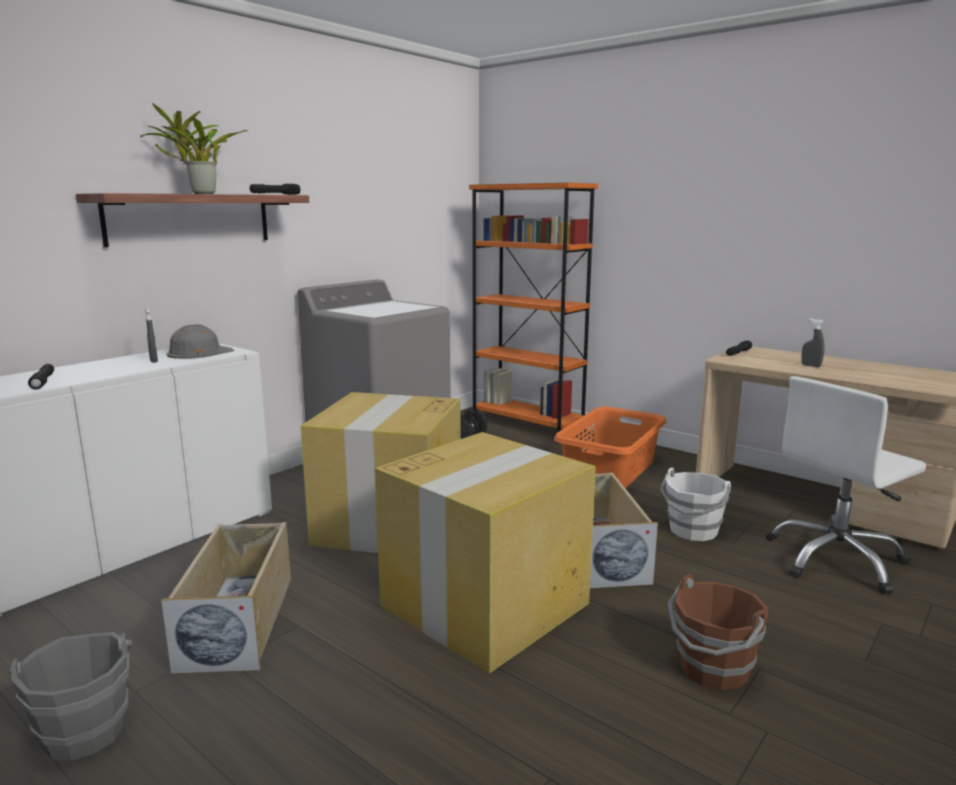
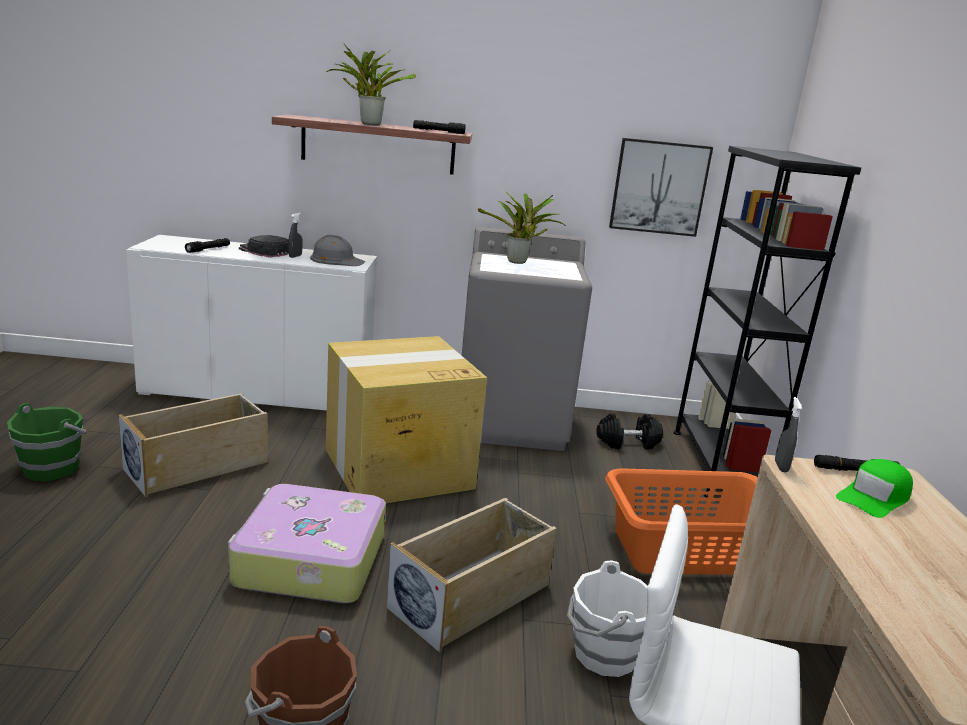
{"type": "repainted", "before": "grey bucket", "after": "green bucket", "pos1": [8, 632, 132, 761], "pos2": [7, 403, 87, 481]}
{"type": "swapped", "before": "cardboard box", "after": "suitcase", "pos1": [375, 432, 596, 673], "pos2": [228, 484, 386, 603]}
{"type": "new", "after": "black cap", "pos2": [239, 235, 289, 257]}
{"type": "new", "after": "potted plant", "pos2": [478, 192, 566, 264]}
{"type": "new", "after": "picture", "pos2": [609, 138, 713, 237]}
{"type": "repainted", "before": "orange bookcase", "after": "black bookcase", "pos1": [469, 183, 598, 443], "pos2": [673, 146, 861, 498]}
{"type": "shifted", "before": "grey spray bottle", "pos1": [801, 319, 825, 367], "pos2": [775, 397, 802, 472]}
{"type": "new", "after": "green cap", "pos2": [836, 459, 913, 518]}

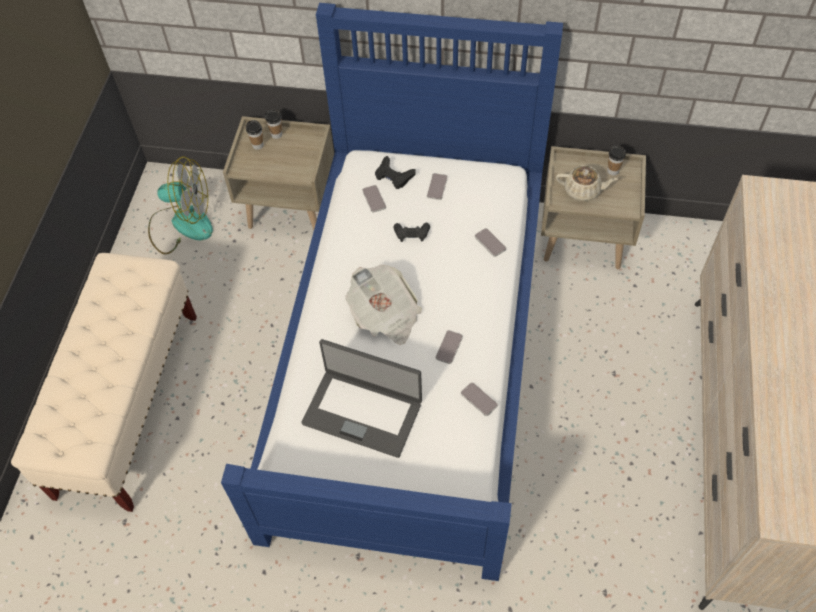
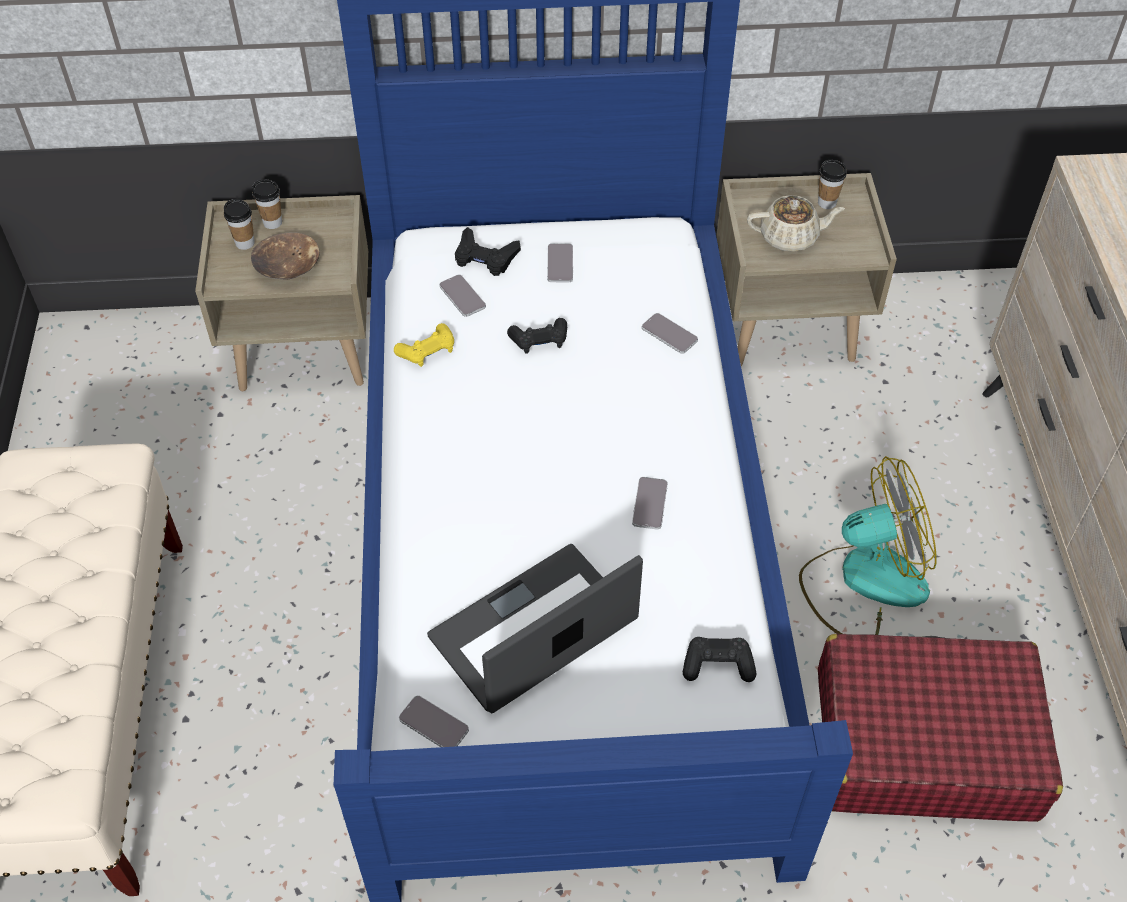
{"type": "new", "after": "brown bowl", "pos2": [251, 232, 320, 280]}
{"type": "new", "after": "yellow game controller", "pos2": [394, 323, 454, 367]}
{"type": "shifted", "before": "phone", "pos1": [461, 382, 498, 416], "pos2": [399, 695, 469, 747]}
{"type": "rotated", "before": "laptop", "pos1": [301, 339, 422, 458], "pos2": [427, 544, 643, 713], "turn": 135}
{"type": "new", "after": "black game controller", "pos2": [683, 637, 756, 682]}
{"type": "shifted", "before": "fan", "pos1": [148, 156, 213, 254], "pos2": [799, 456, 937, 635]}
{"type": "new", "after": "red suitcase", "pos2": [818, 634, 1063, 822]}
{"type": "gone", "before": "newspaper", "pos1": [345, 265, 422, 345]}

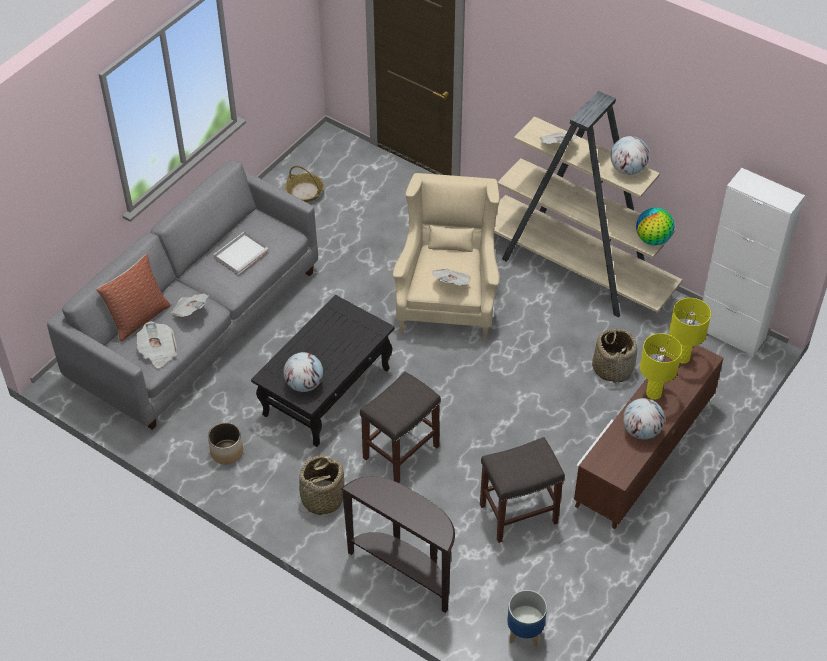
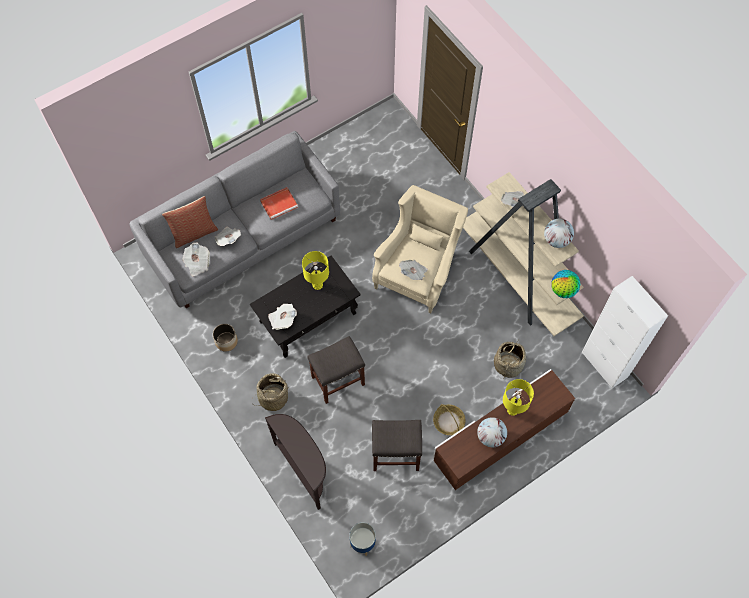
{"type": "repainted", "before": "white tray", "after": "red tray", "pos1": [213, 232, 269, 275], "pos2": [260, 187, 298, 220]}
{"type": "swapped", "before": "globe", "after": "newspaper", "pos1": [283, 352, 323, 392], "pos2": [268, 304, 297, 330]}
{"type": "shifted", "before": "yellow table lamp", "pos1": [669, 298, 711, 364], "pos2": [302, 251, 329, 290]}
{"type": "shifted", "before": "basket", "pos1": [285, 166, 324, 202], "pos2": [433, 404, 466, 435]}

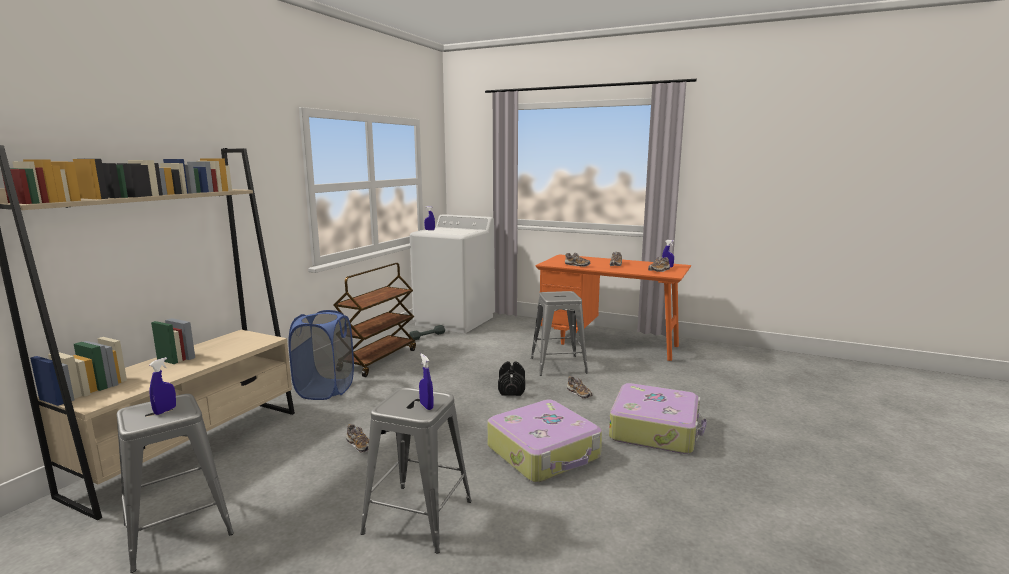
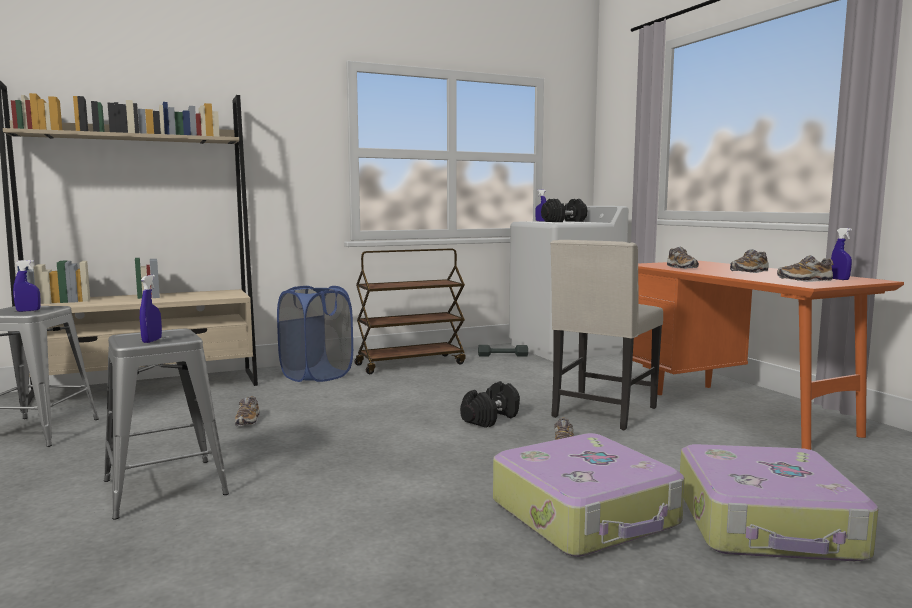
{"type": "new", "after": "black dumbbell", "pos2": [541, 199, 587, 222]}
{"type": "swapped", "before": "grey stool", "after": "beige chair", "pos1": [531, 291, 588, 376], "pos2": [550, 240, 663, 430]}
{"type": "shifted", "before": "suitcase", "pos1": [487, 400, 602, 482], "pos2": [680, 444, 879, 561]}

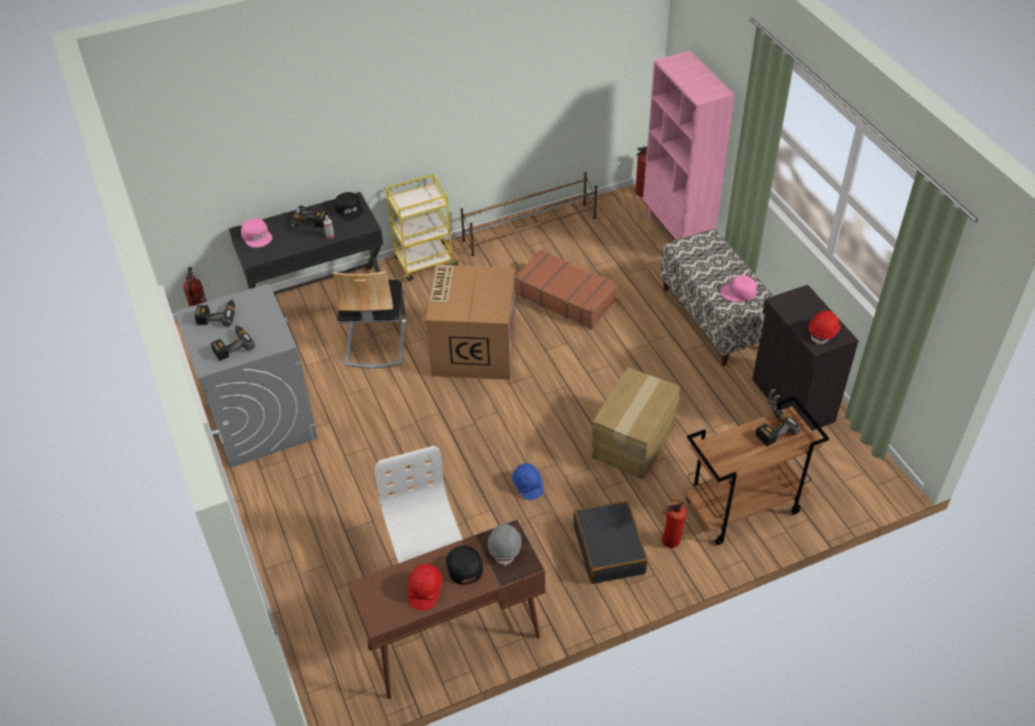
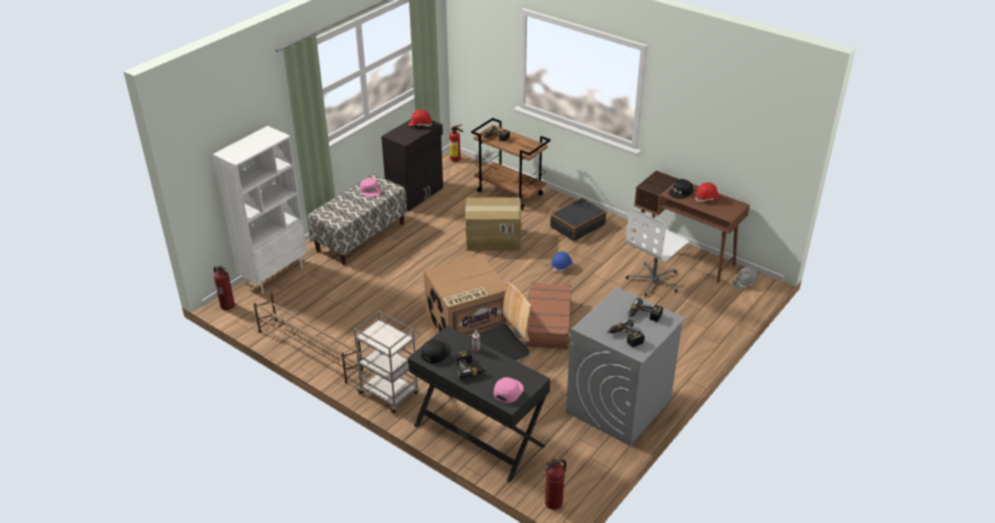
{"type": "repainted", "before": "pink bookcase", "after": "white bookcase", "pos1": [643, 51, 735, 240], "pos2": [212, 126, 307, 294]}
{"type": "repainted", "before": "yellow cart", "after": "grey cart", "pos1": [386, 174, 459, 281], "pos2": [354, 311, 419, 413]}
{"type": "shifted", "before": "fire extinguisher", "pos1": [662, 499, 686, 548], "pos2": [449, 124, 464, 162]}
{"type": "shifted", "before": "brown suitcase", "pos1": [515, 250, 618, 329], "pos2": [526, 283, 572, 349]}
{"type": "shifted", "before": "grey hard hat", "pos1": [488, 524, 521, 566], "pos2": [733, 267, 759, 289]}

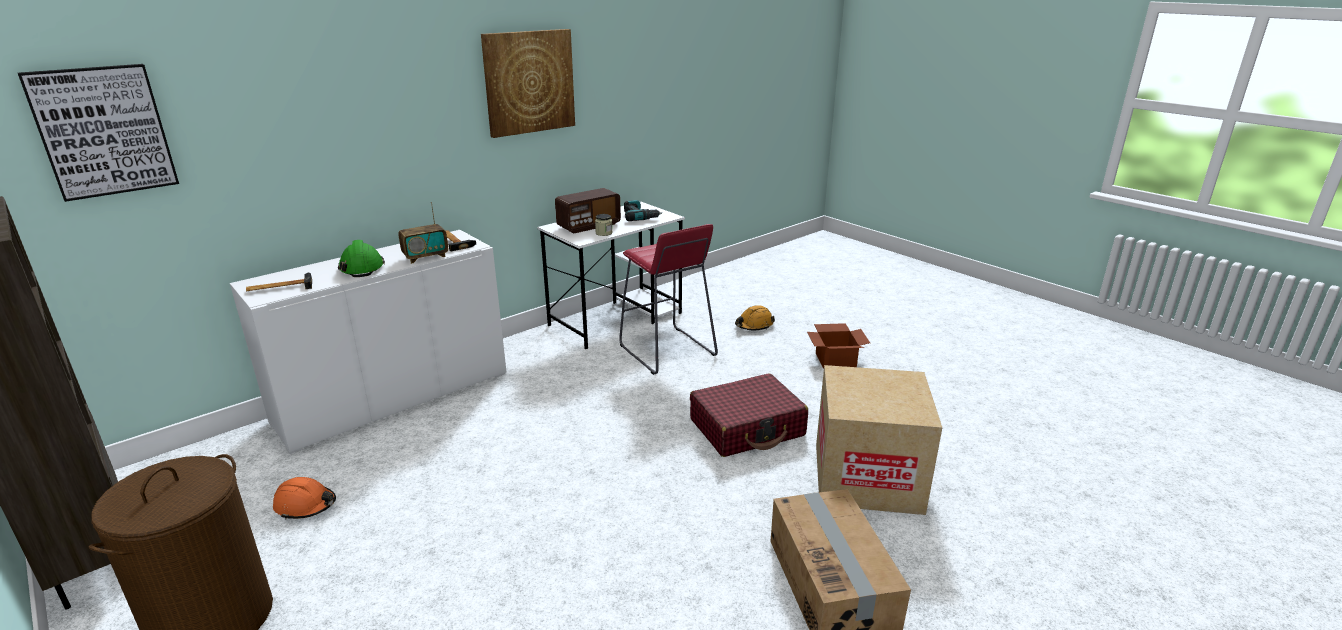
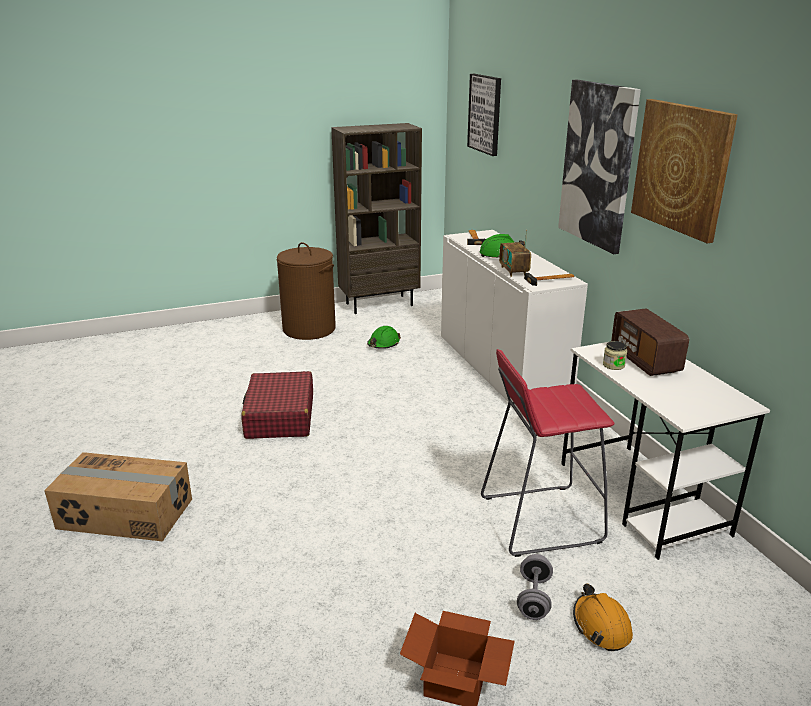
{"type": "shifted", "before": "red suitcase", "pos1": [690, 373, 808, 457], "pos2": [242, 371, 313, 439]}
{"type": "repainted", "before": "orange hard hat", "after": "green hard hat", "pos1": [273, 477, 336, 520], "pos2": [367, 326, 401, 349]}
{"type": "new", "after": "grey dumbbell", "pos2": [517, 554, 553, 620]}
{"type": "new", "after": "picture", "pos2": [558, 80, 641, 254]}
{"type": "gone", "before": "power drill", "pos1": [624, 200, 662, 221]}
{"type": "gone", "before": "cardboard box", "pos1": [816, 365, 942, 515]}

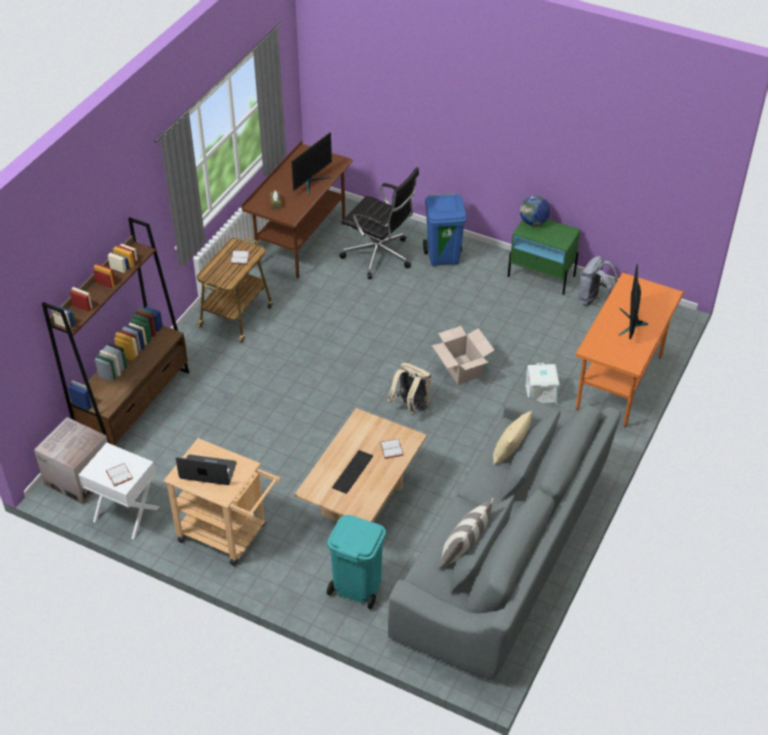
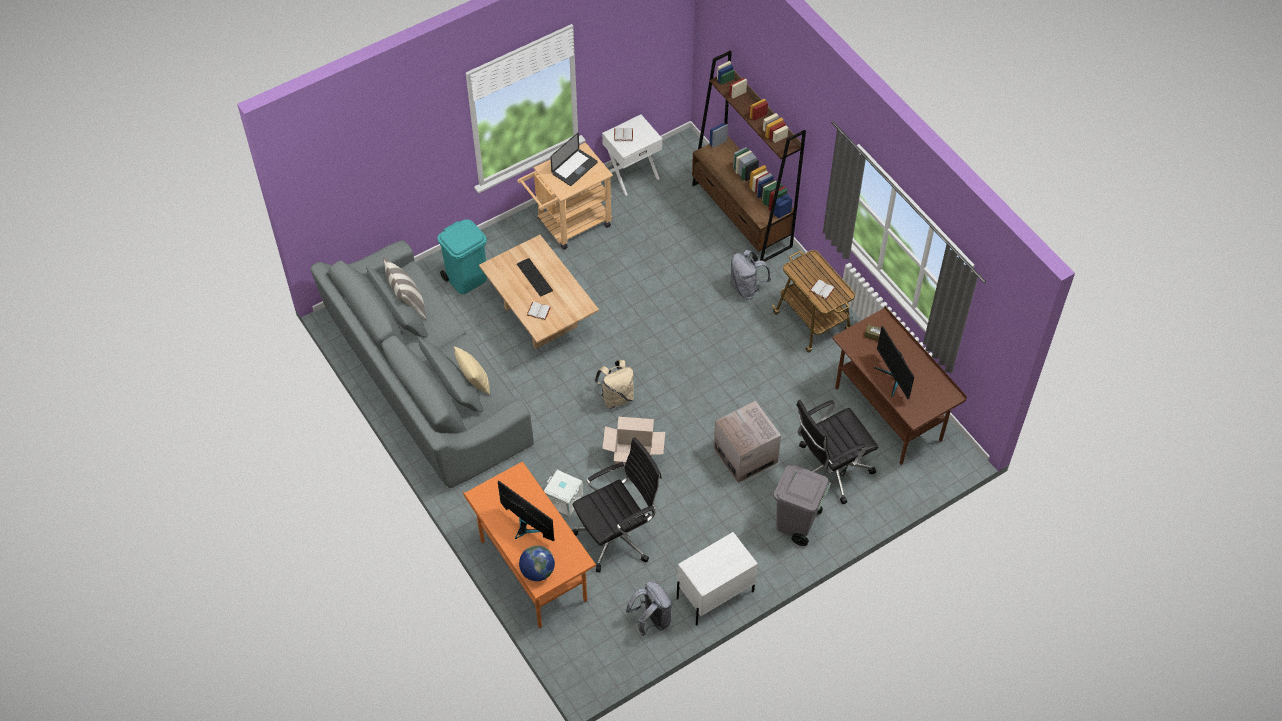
{"type": "shifted", "before": "globe", "pos1": [520, 196, 550, 226], "pos2": [519, 546, 555, 581]}
{"type": "new", "after": "black office chair", "pos2": [572, 437, 661, 572]}
{"type": "repainted", "before": "green nightstand", "after": "white nightstand", "pos1": [508, 219, 580, 295], "pos2": [677, 532, 758, 626]}
{"type": "shifted", "before": "cardboard box", "pos1": [34, 417, 108, 505], "pos2": [714, 401, 781, 483]}
{"type": "new", "after": "grey backpack", "pos2": [730, 250, 771, 299]}
{"type": "repainted", "before": "blue trash can", "after": "grey trash can", "pos1": [423, 193, 466, 266], "pos2": [773, 465, 831, 546]}

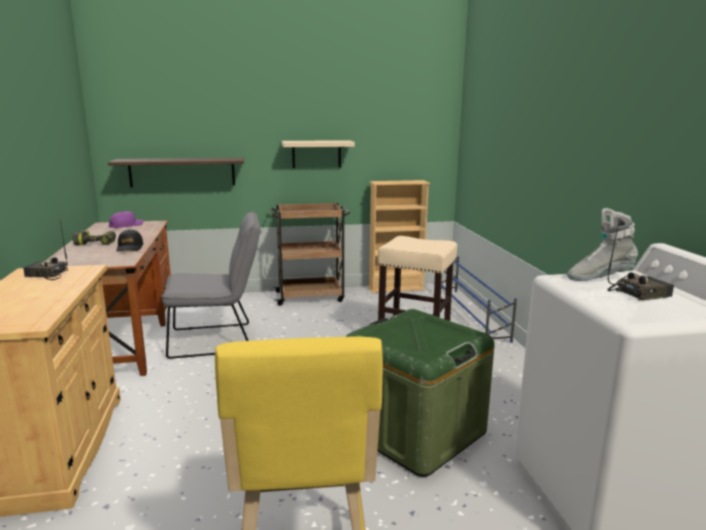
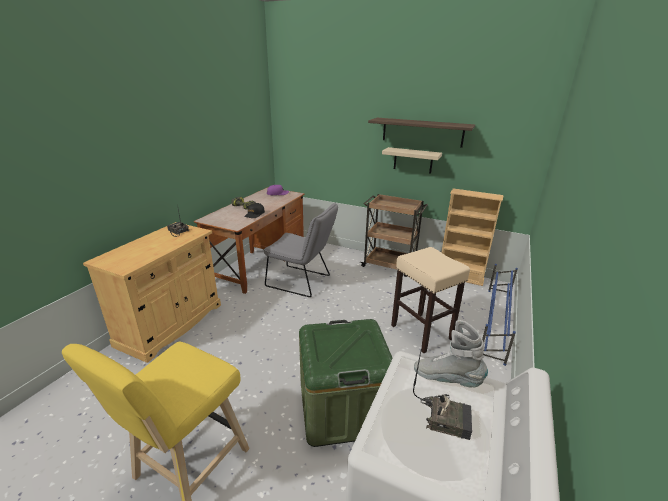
{"type": "shifted", "before": "shelf", "pos1": [108, 158, 244, 187], "pos2": [368, 118, 475, 148]}

